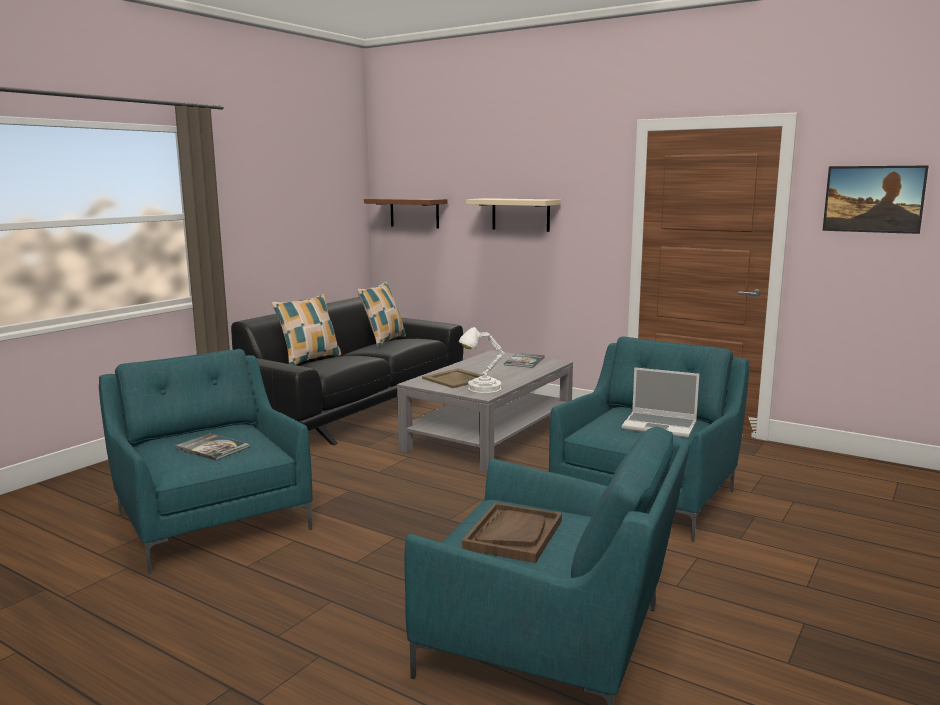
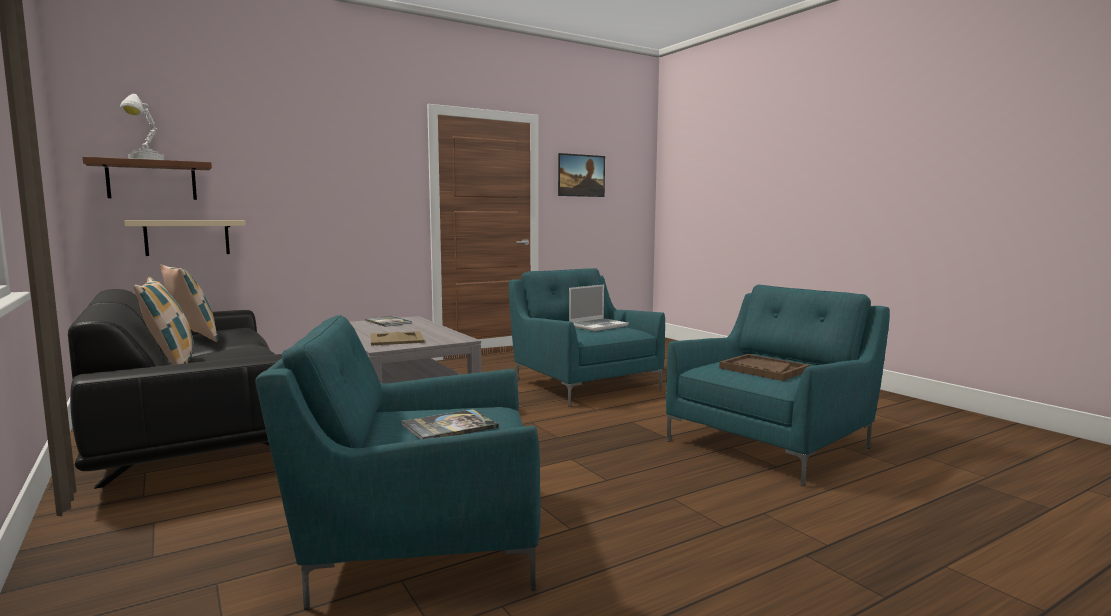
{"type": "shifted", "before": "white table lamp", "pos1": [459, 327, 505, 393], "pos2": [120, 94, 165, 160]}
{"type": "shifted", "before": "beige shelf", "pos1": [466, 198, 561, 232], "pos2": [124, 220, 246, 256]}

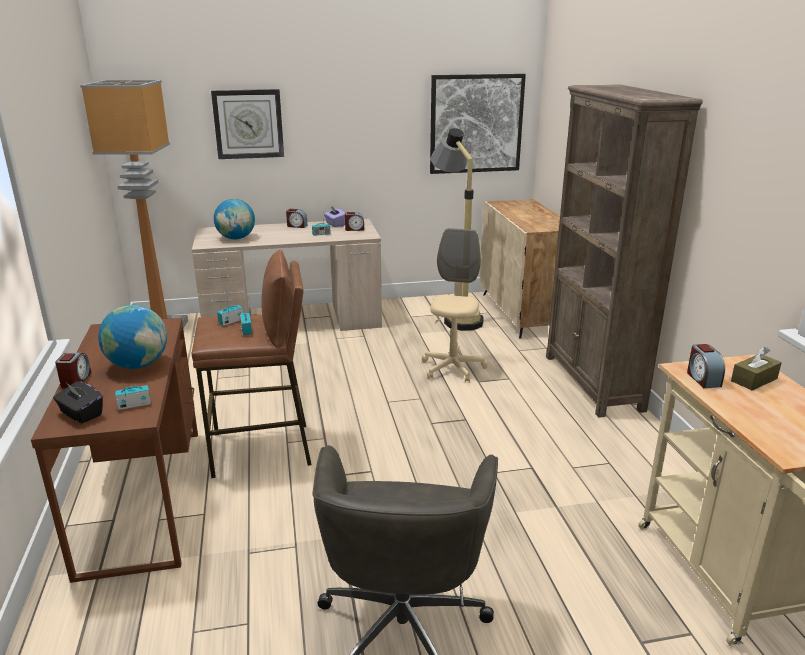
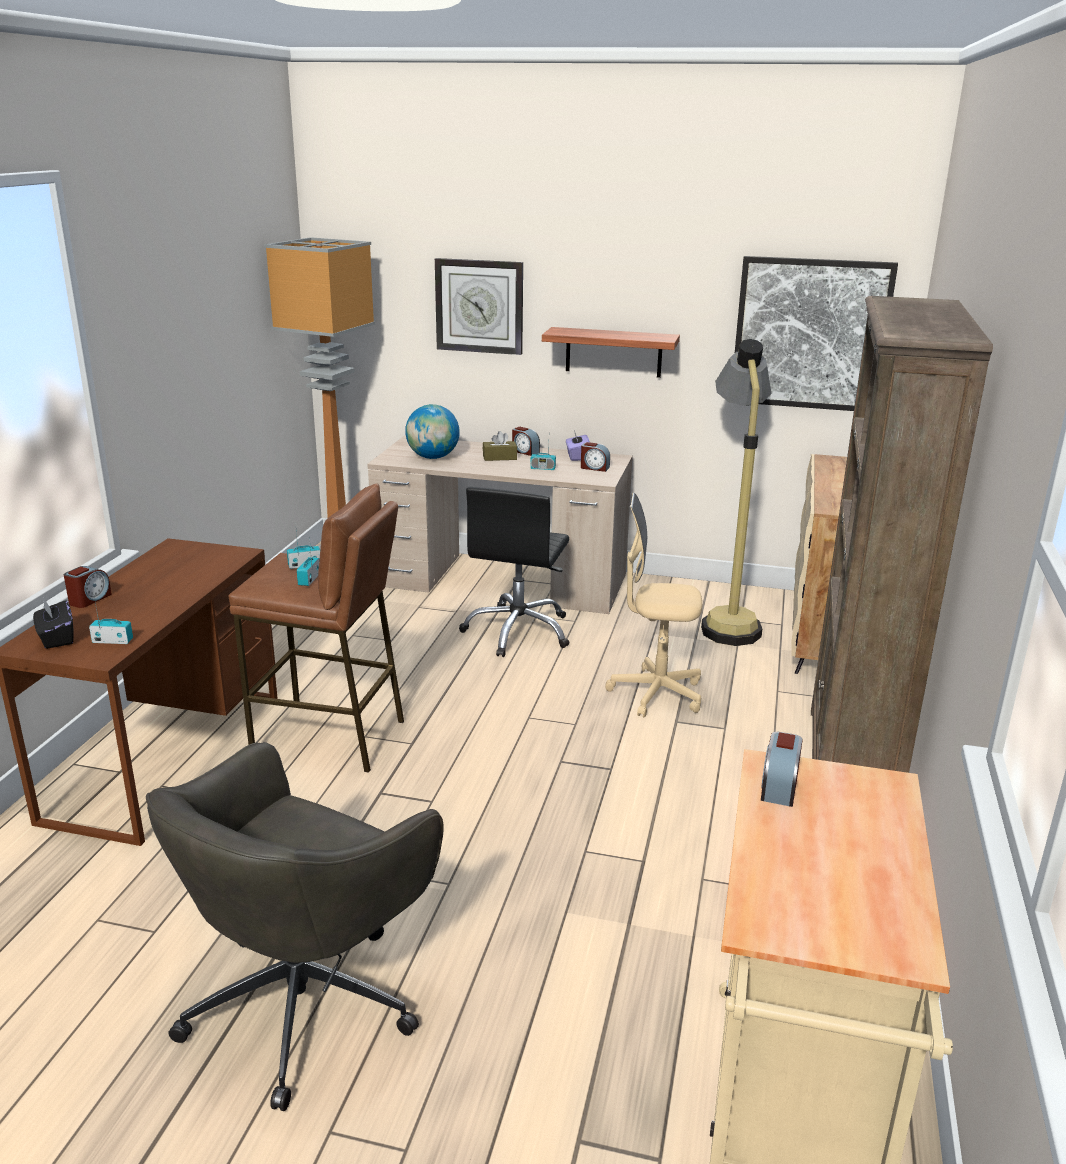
{"type": "new", "after": "black office chair", "pos2": [459, 487, 570, 657]}
{"type": "shifted", "before": "brown tissue box", "pos1": [731, 347, 782, 391], "pos2": [483, 431, 517, 461]}
{"type": "new", "after": "shelf", "pos2": [542, 327, 680, 378]}
{"type": "rotated", "before": "beige office chair", "pos1": [422, 228, 488, 383], "pos2": [605, 493, 702, 718], "turn": -120}
{"type": "gone", "before": "globe", "pos1": [98, 305, 167, 369]}

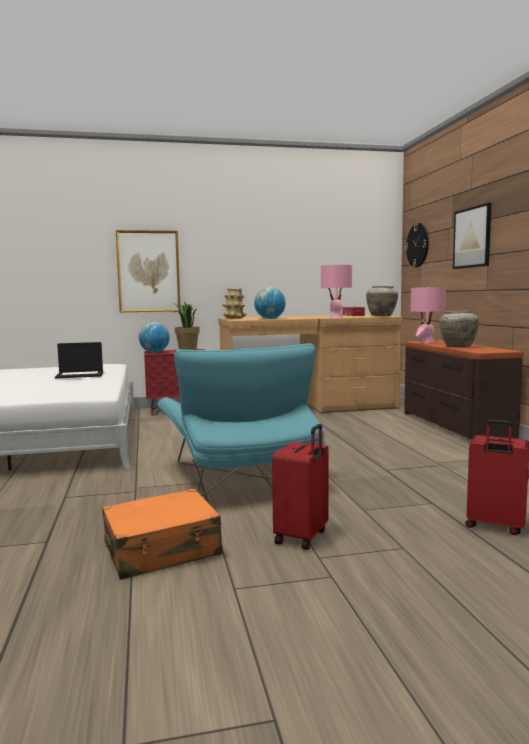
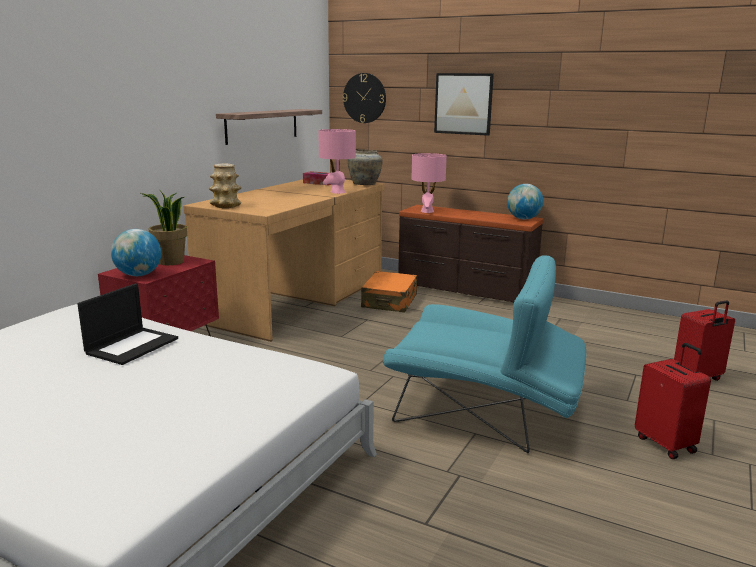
{"type": "new", "after": "shelf", "pos2": [216, 109, 322, 145]}
{"type": "shifted", "before": "orange suitcase", "pos1": [102, 489, 223, 580], "pos2": [361, 271, 417, 313]}
{"type": "shifted", "before": "globe", "pos1": [254, 287, 286, 319], "pos2": [507, 184, 543, 219]}
{"type": "gone", "before": "picture", "pos1": [116, 230, 181, 312]}
{"type": "gone", "before": "beige vase", "pos1": [439, 311, 479, 347]}

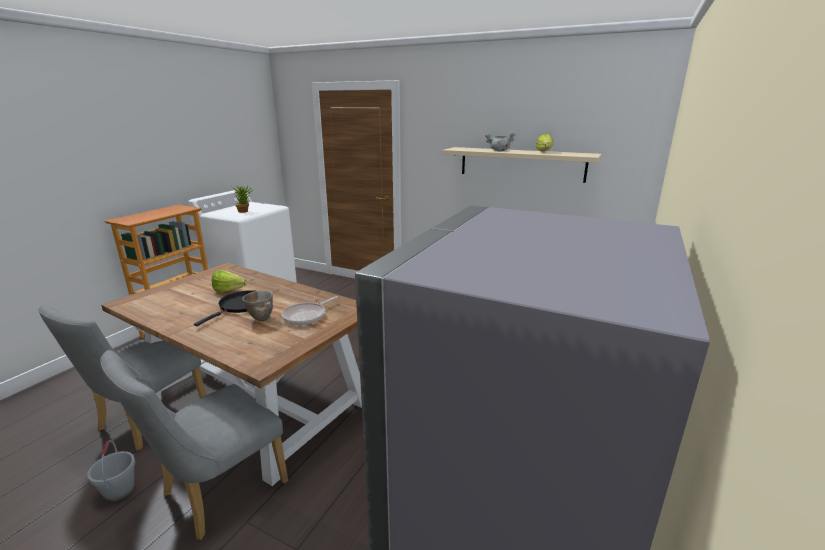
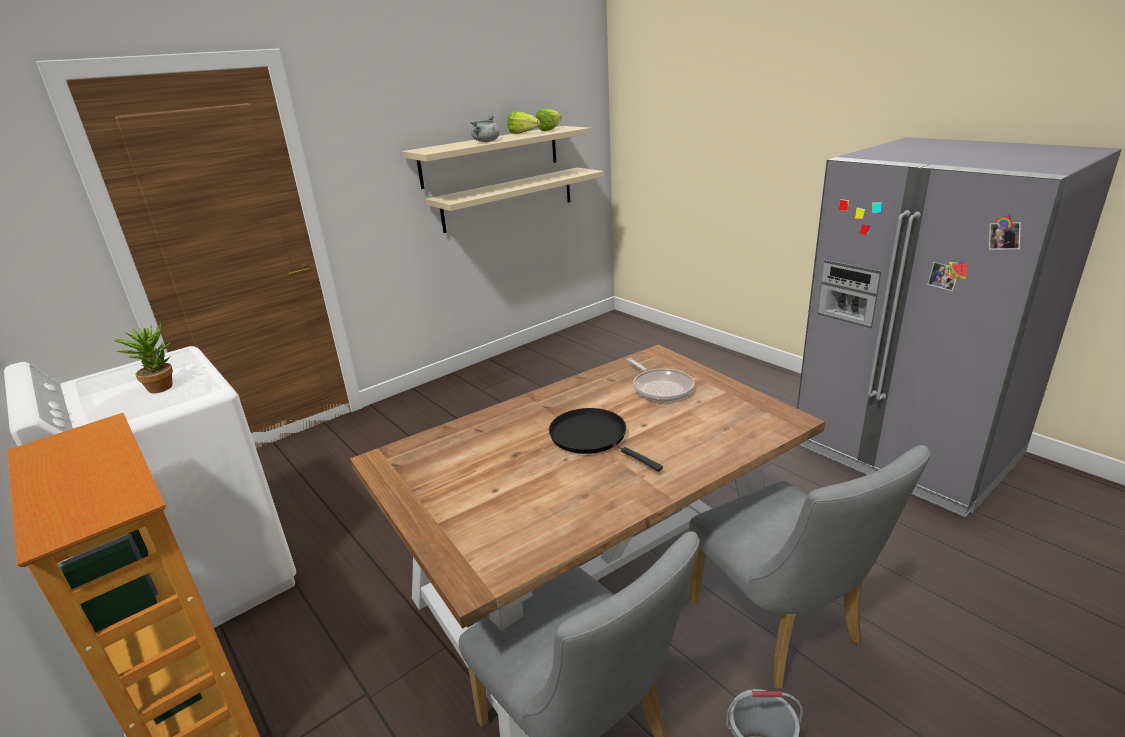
{"type": "new", "after": "beige shelf", "pos2": [426, 168, 604, 233]}
{"type": "shifted", "before": "lettuce", "pos1": [211, 270, 247, 292], "pos2": [536, 108, 561, 131]}
{"type": "gone", "before": "bowl", "pos1": [242, 291, 273, 321]}

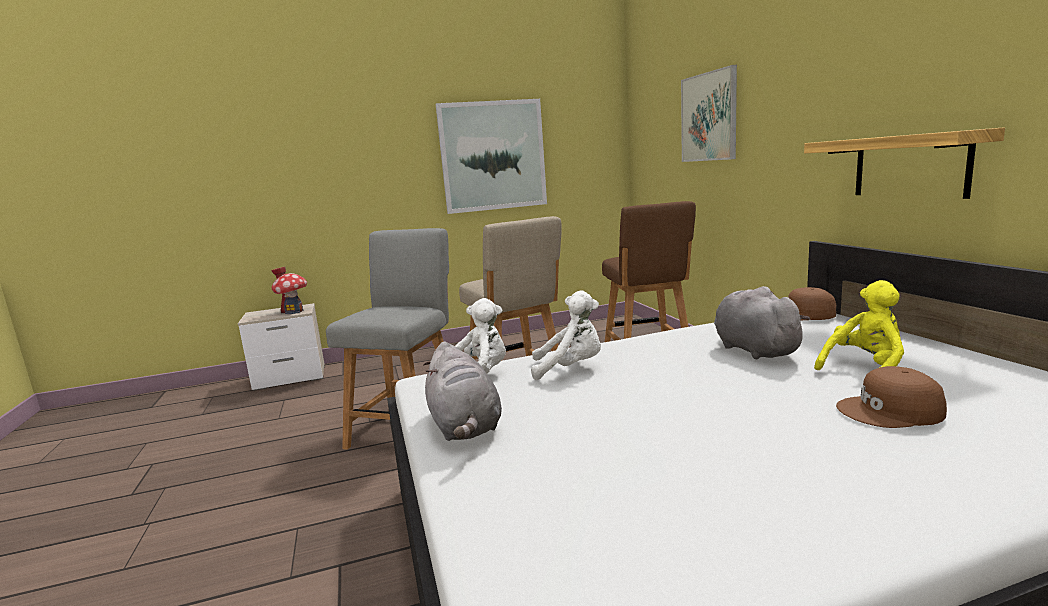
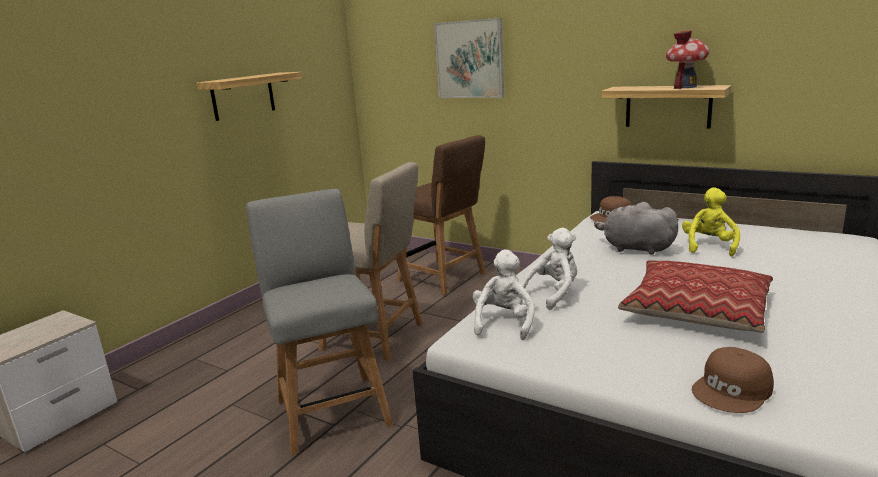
{"type": "swapped", "before": "picture", "after": "shelf", "pos1": [436, 99, 547, 214], "pos2": [196, 72, 302, 121]}
{"type": "new", "after": "pillow", "pos2": [618, 261, 773, 333]}
{"type": "shifted", "before": "toy house", "pos1": [271, 267, 307, 314], "pos2": [666, 31, 709, 89]}
{"type": "shifted", "before": "brown cap", "pos1": [836, 366, 947, 428], "pos2": [692, 347, 774, 413]}
{"type": "gone", "before": "grey plush toy", "pos1": [423, 341, 502, 441]}

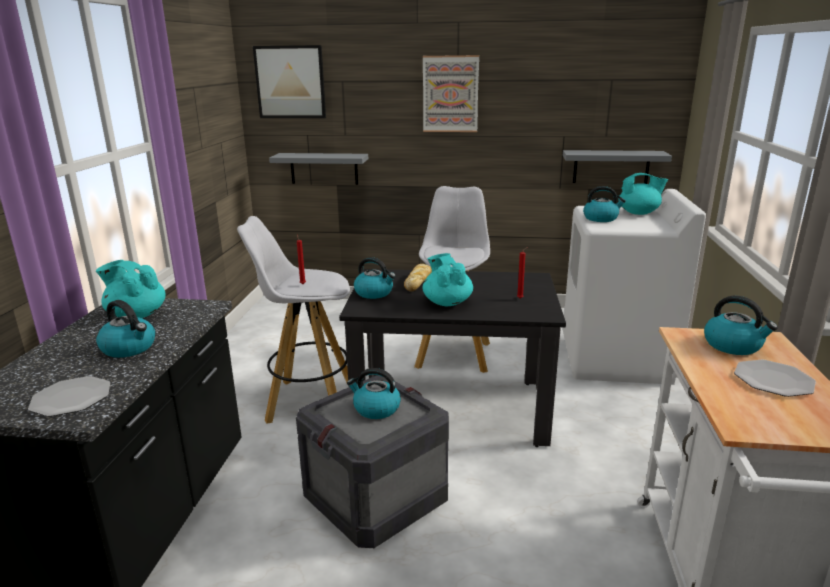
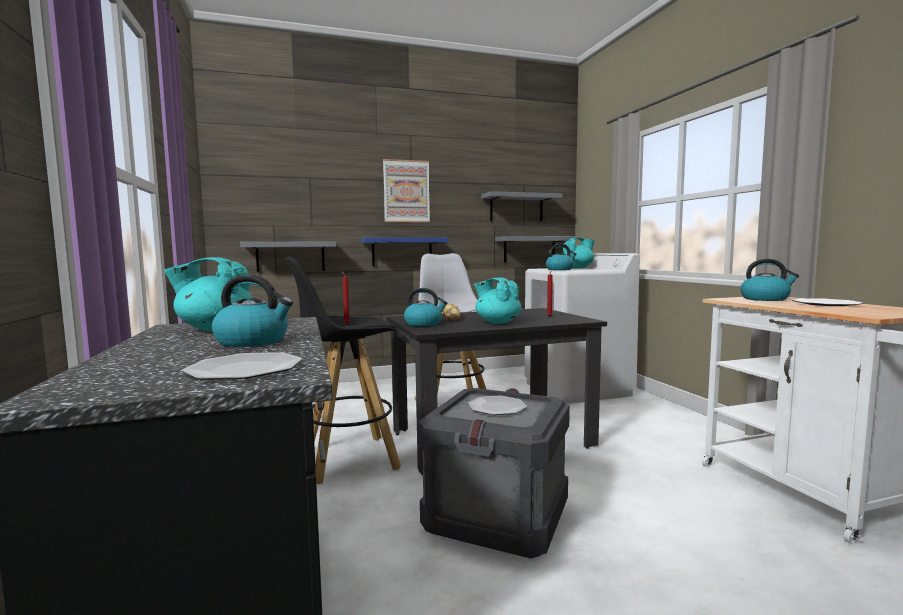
{"type": "repainted", "before": "white stool", "after": "black stool", "pos1": [237, 216, 350, 423], "pos2": [285, 257, 401, 485]}
{"type": "new", "after": "blue shelf", "pos2": [361, 237, 448, 266]}
{"type": "swapped", "before": "kettle", "after": "plate", "pos1": [347, 368, 401, 419], "pos2": [468, 396, 527, 415]}
{"type": "new", "after": "grey shelf", "pos2": [481, 191, 563, 221]}
{"type": "gone", "before": "picture", "pos1": [253, 45, 326, 118]}

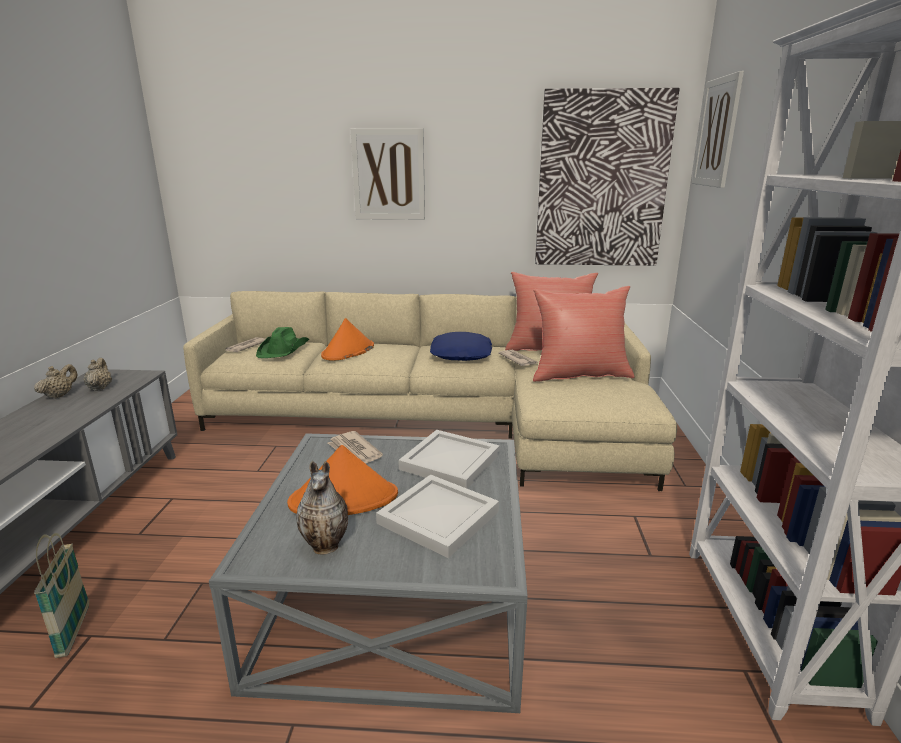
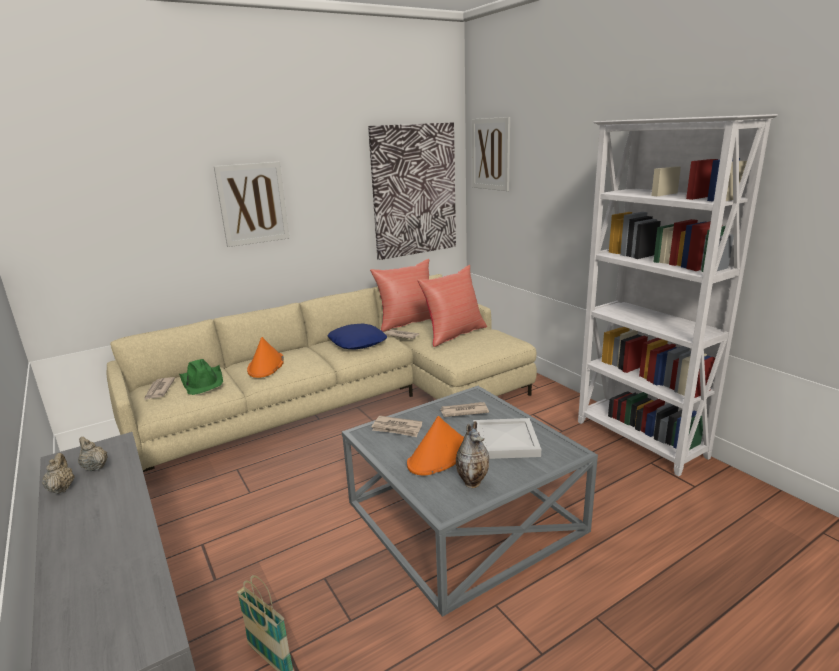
{"type": "swapped", "before": "white tray", "after": "newspaper", "pos1": [398, 430, 500, 489], "pos2": [440, 402, 489, 417]}

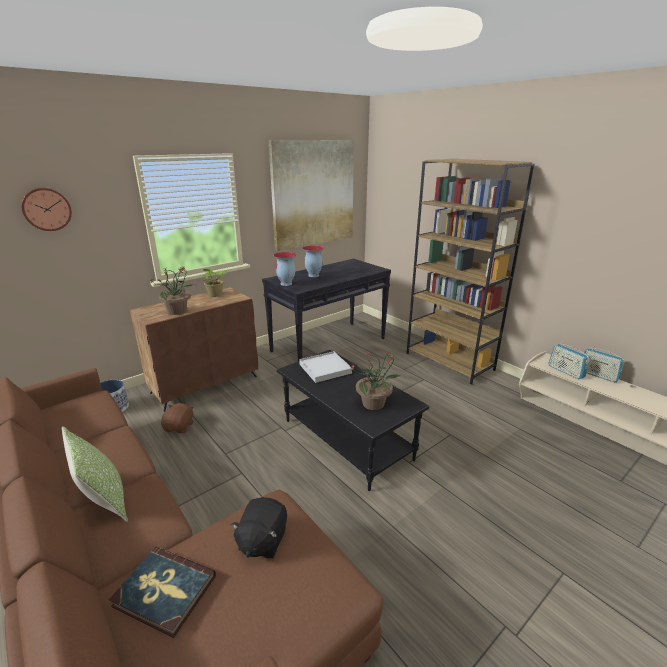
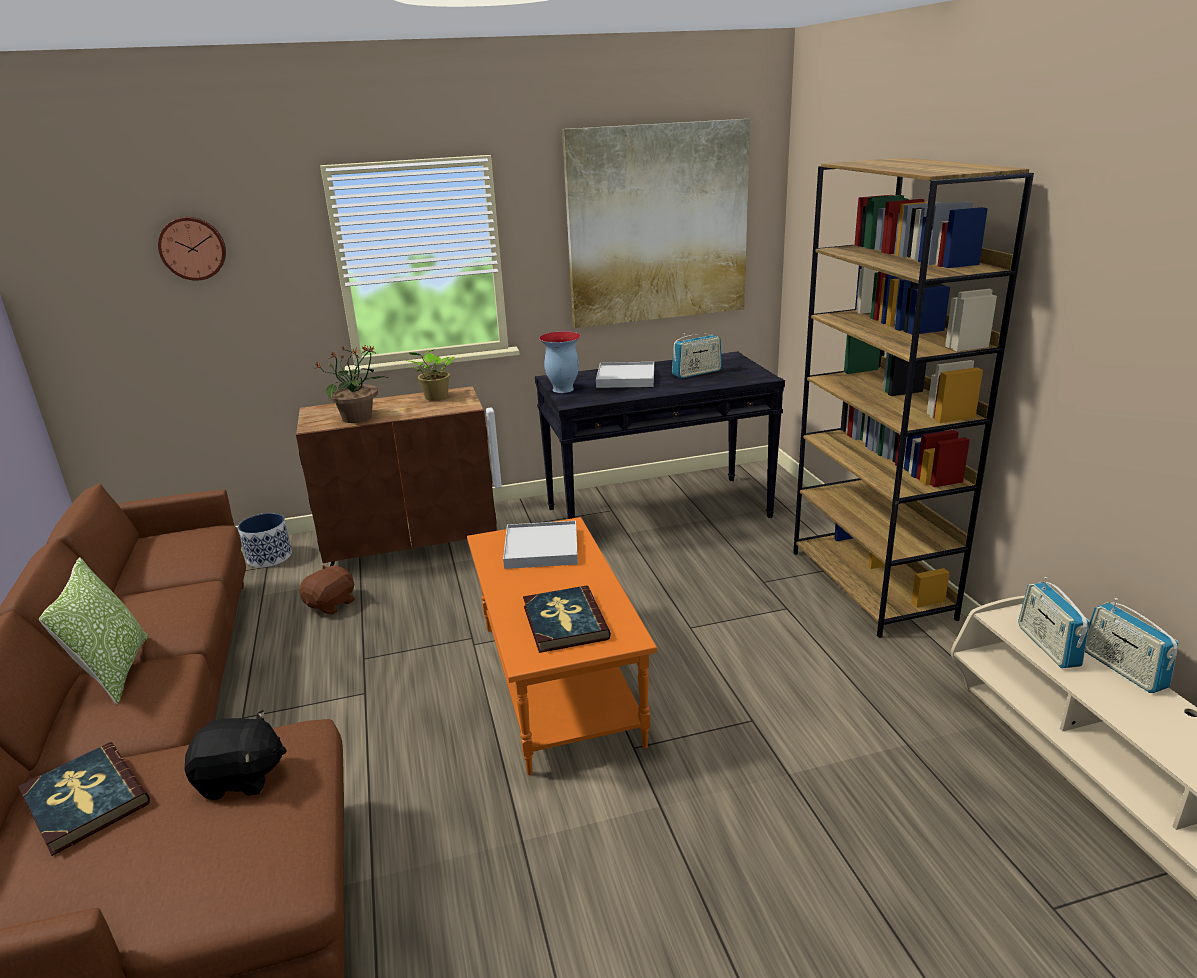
{"type": "rotated", "before": "black plush toy", "pos1": [231, 497, 287, 559], "pos2": [184, 710, 287, 800], "turn": -135}
{"type": "repainted", "before": "black coffee table", "after": "orange coffee table", "pos1": [277, 350, 429, 491], "pos2": [467, 517, 657, 775]}
{"type": "swapped", "before": "potted plant", "after": "book", "pos1": [351, 353, 402, 410], "pos2": [523, 585, 611, 653]}
{"type": "swapped", "before": "vase", "after": "white tray", "pos1": [302, 245, 324, 277], "pos2": [596, 362, 654, 388]}
{"type": "new", "after": "radio", "pos2": [672, 333, 722, 379]}

